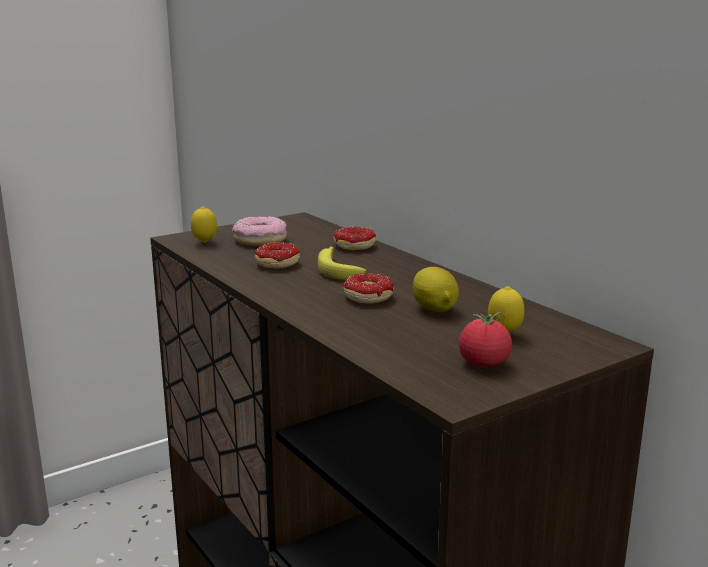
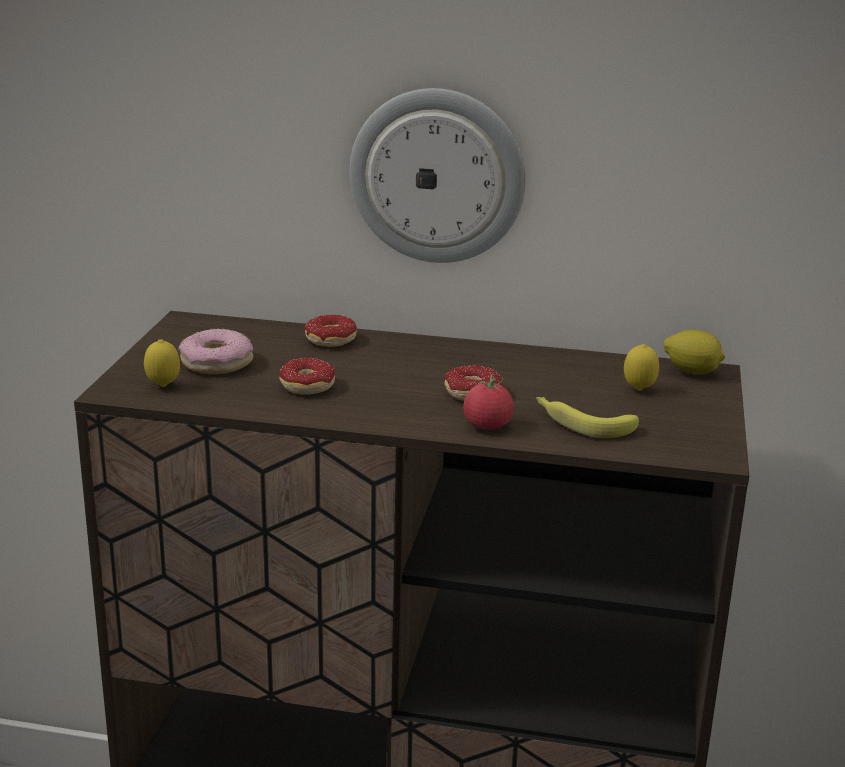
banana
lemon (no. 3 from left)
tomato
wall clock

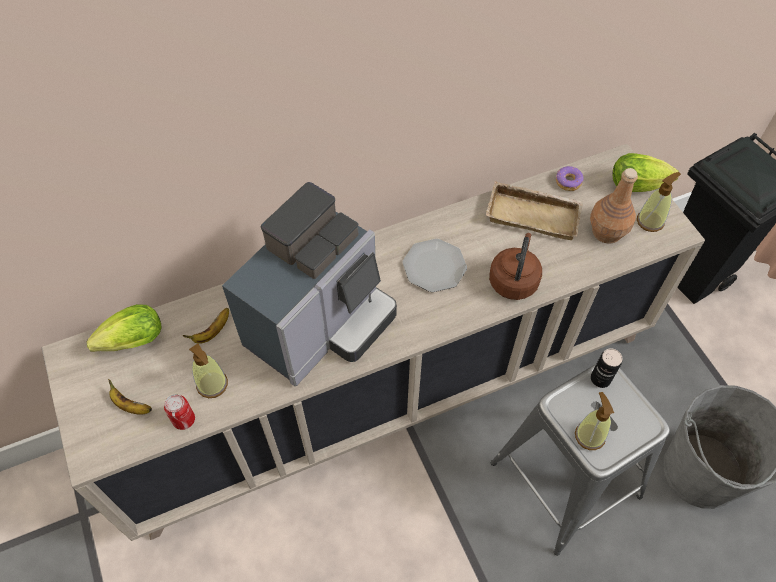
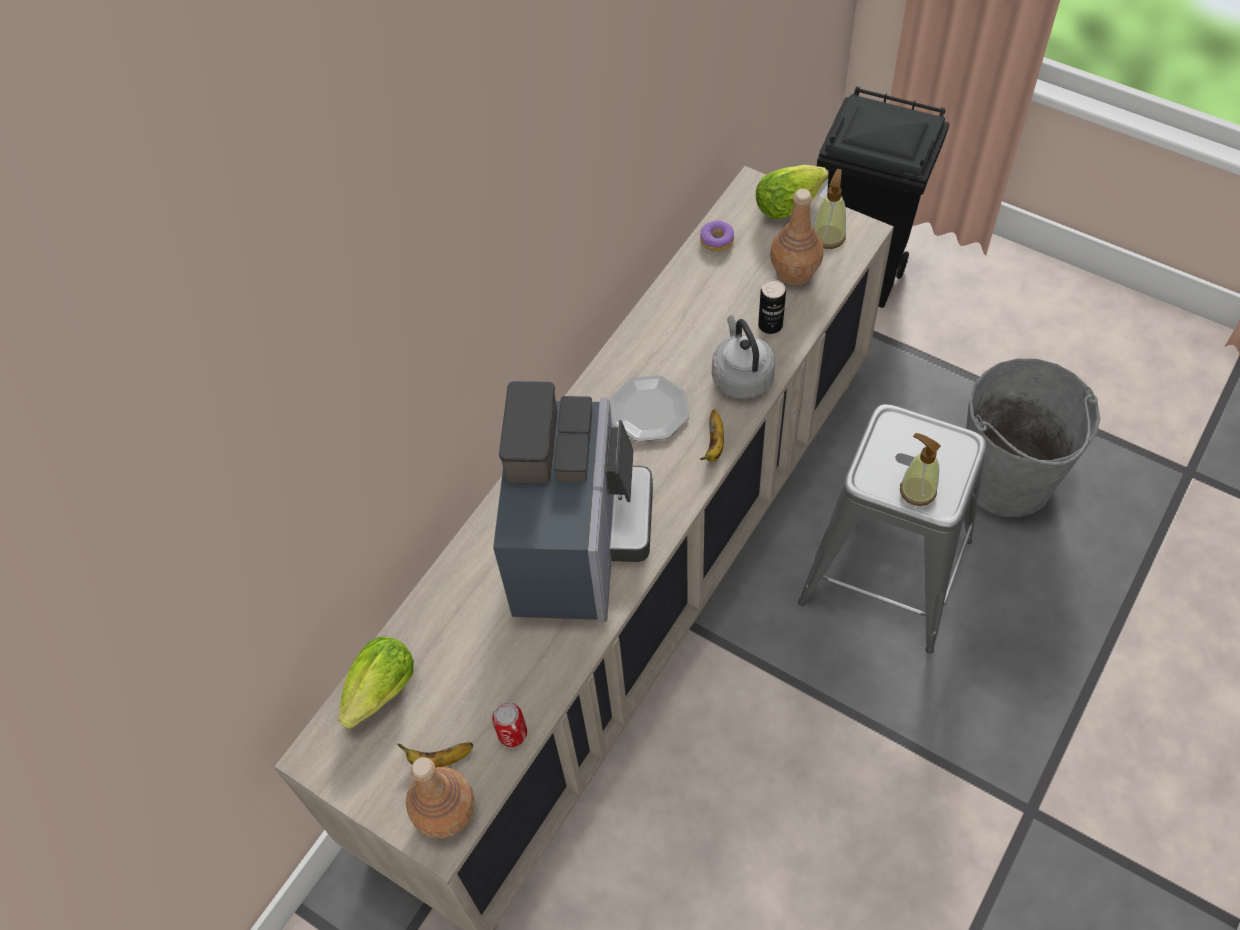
banana (no. 2 from left)
soap dispenser (no. 1 from left in the first image)
beige tray
grey kettle
can (no. 2 from left)
brown bottle (no. 1 from left)

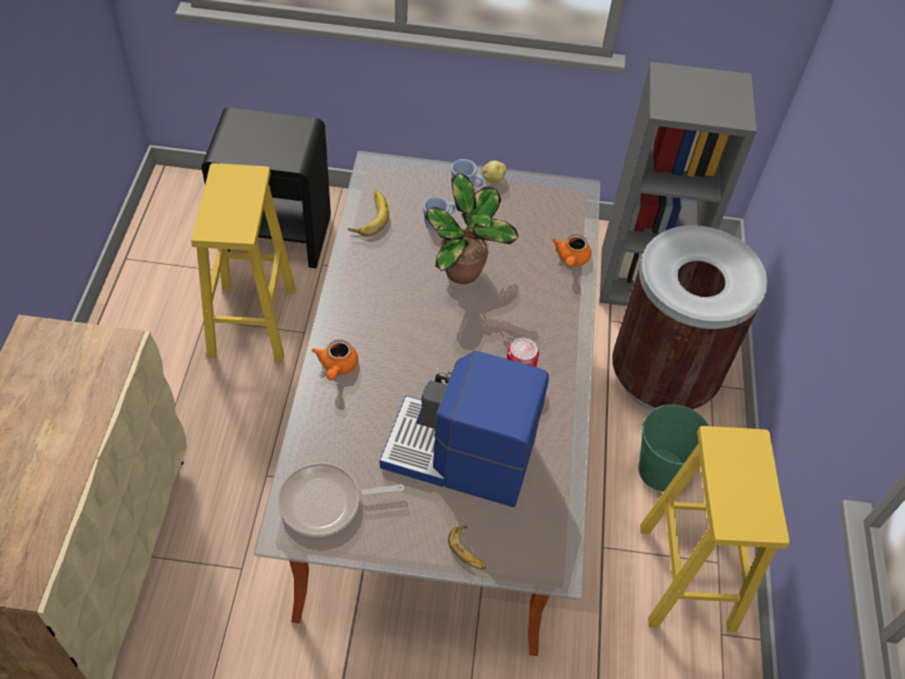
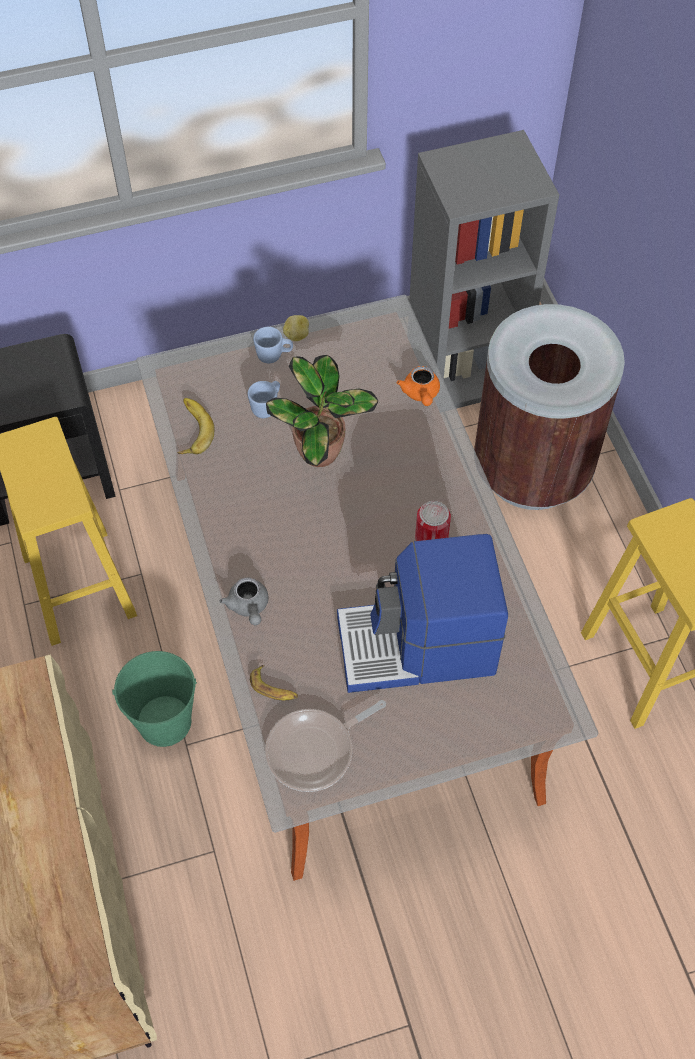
grey teapot
banana (no. 2 from left)
green bucket

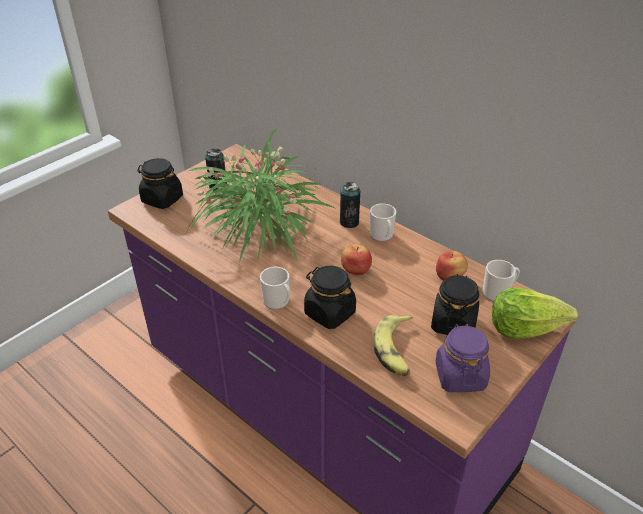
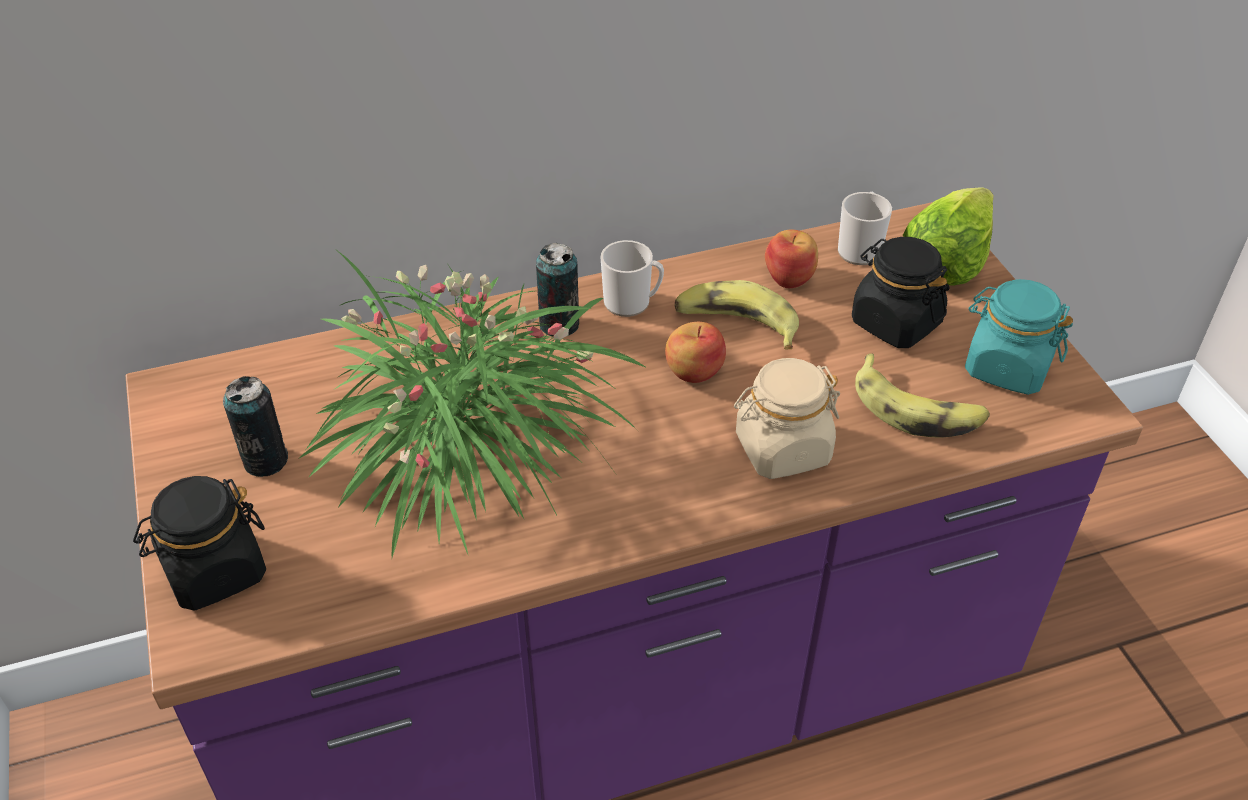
mug (no. 1 from left in the first image)
beige jar
turquoise jar
banana (no. 1 from left)

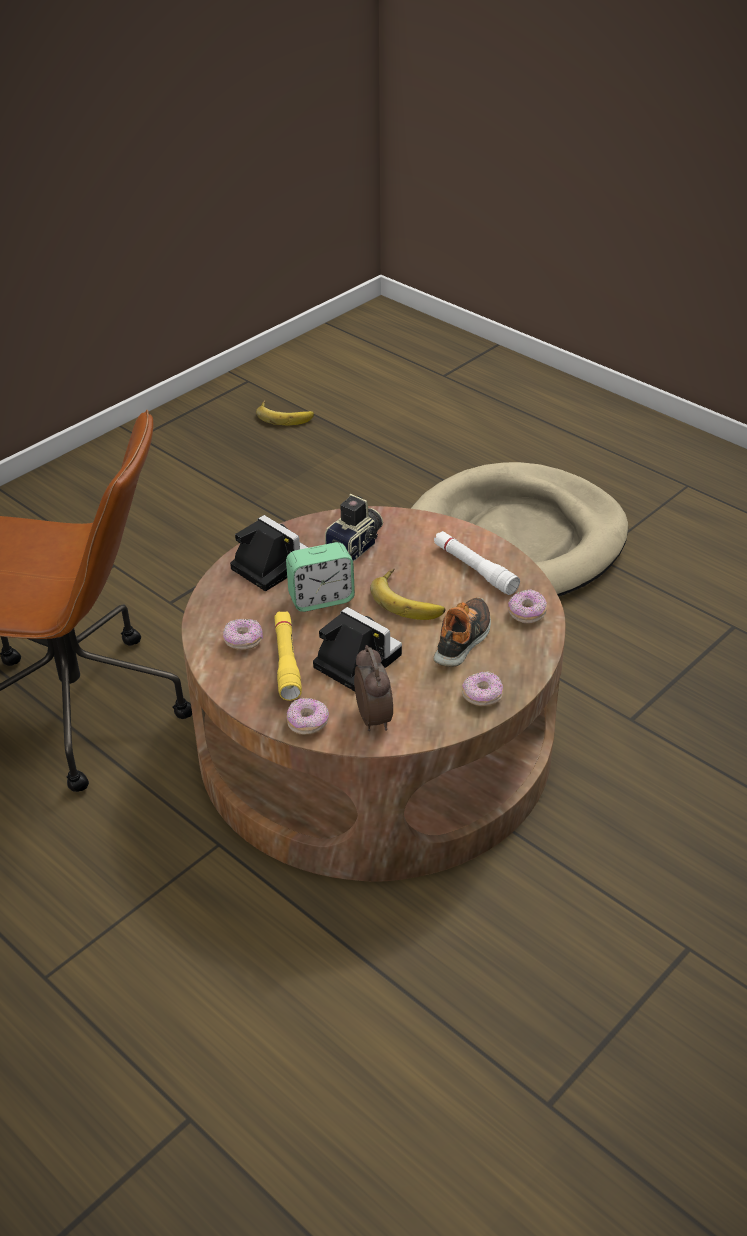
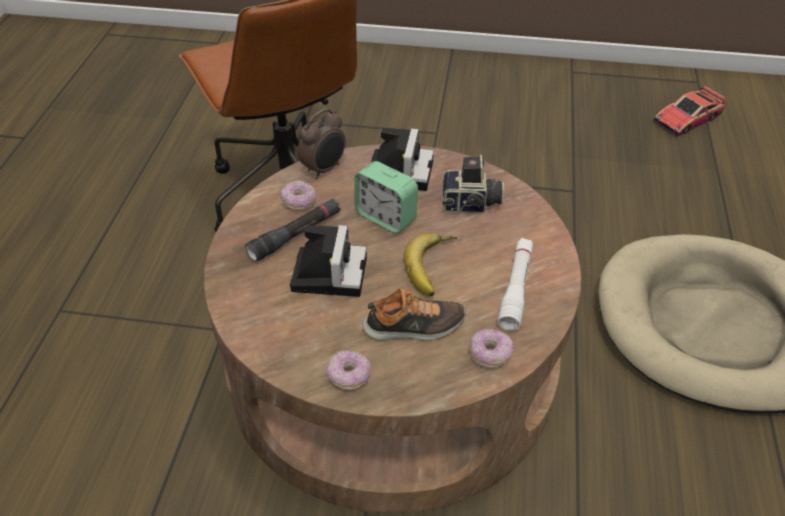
toy car
black flashlight
donut (no. 2 from left in the first image)
alarm clock (no. 1 from left)

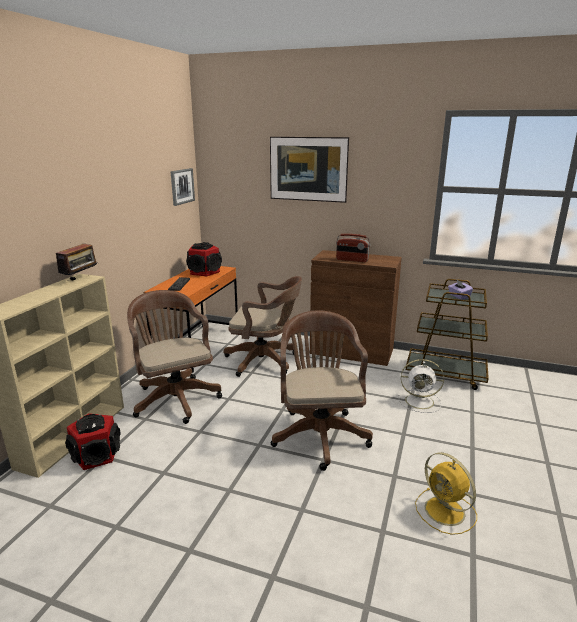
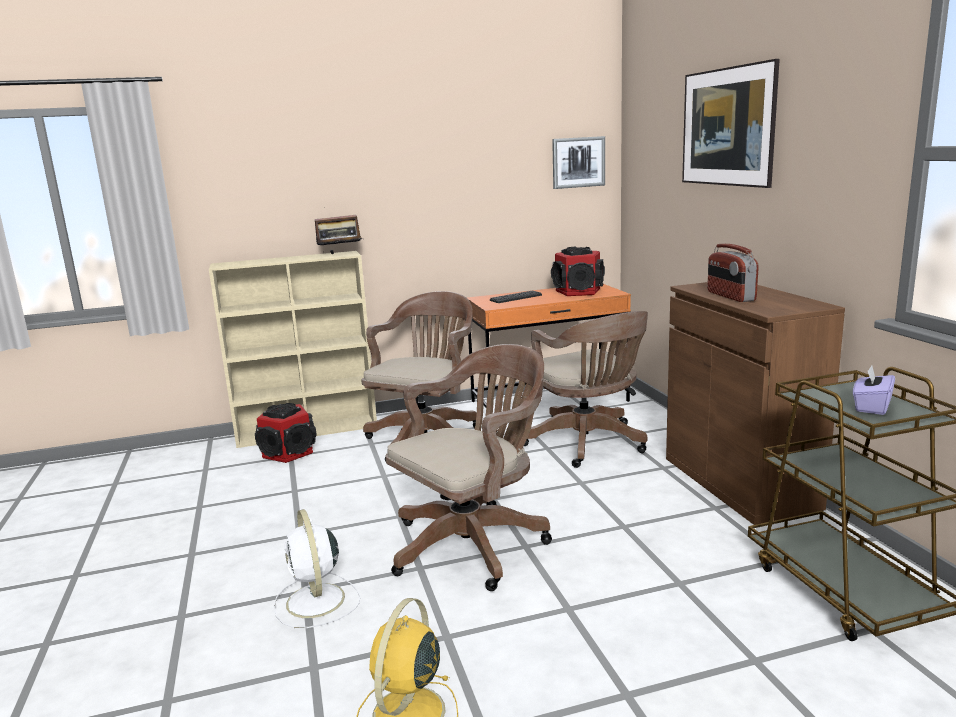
white fan

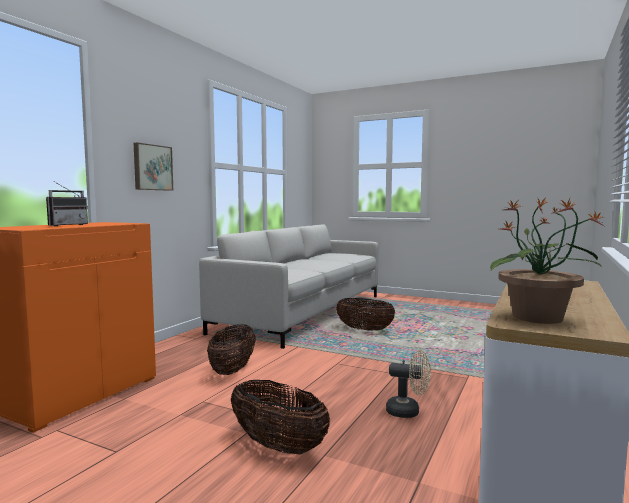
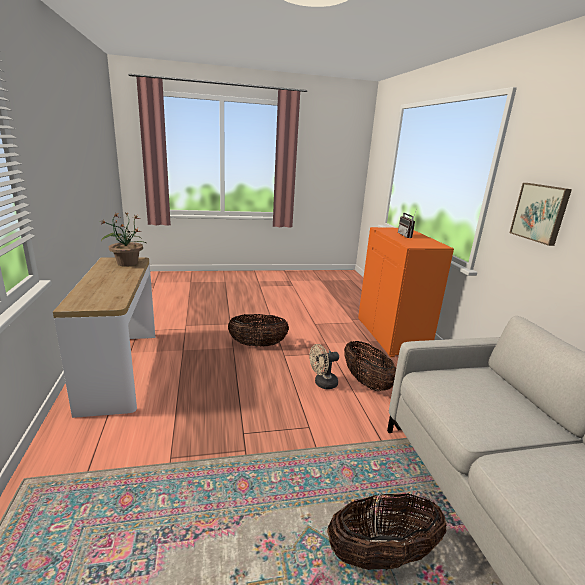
beige fan

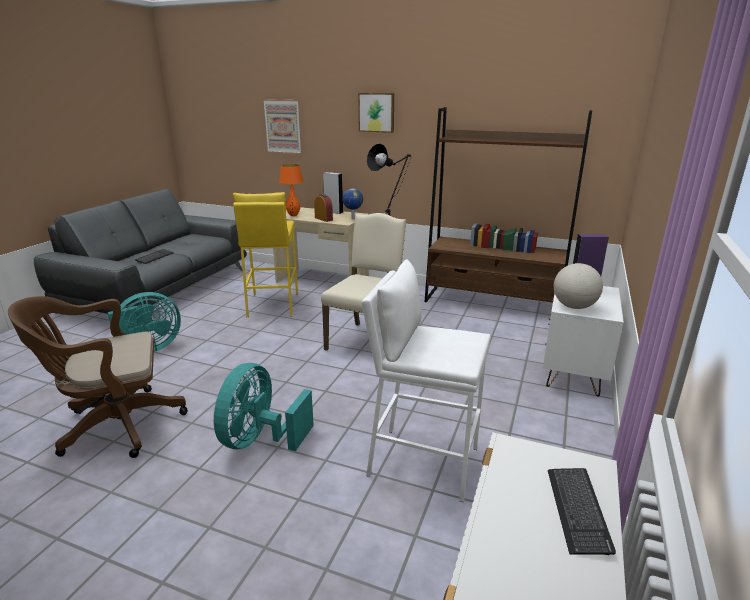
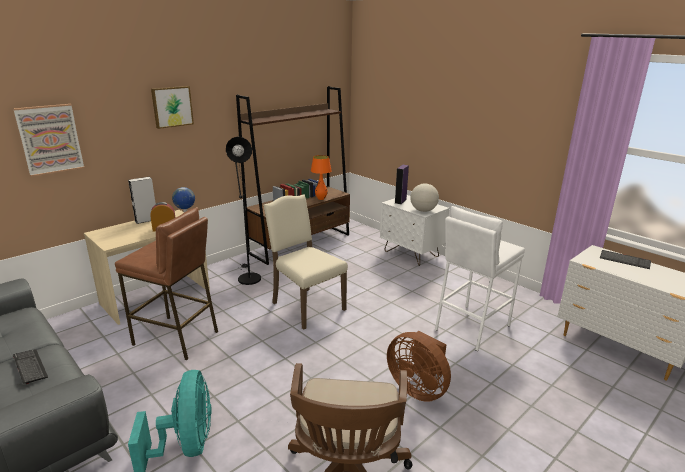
brown fan
brown stool
orange table lamp

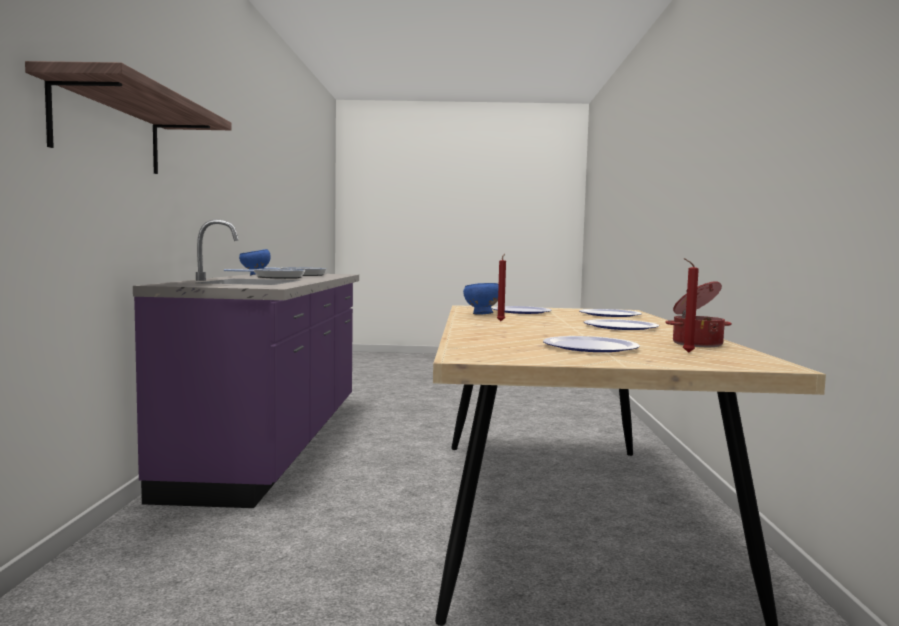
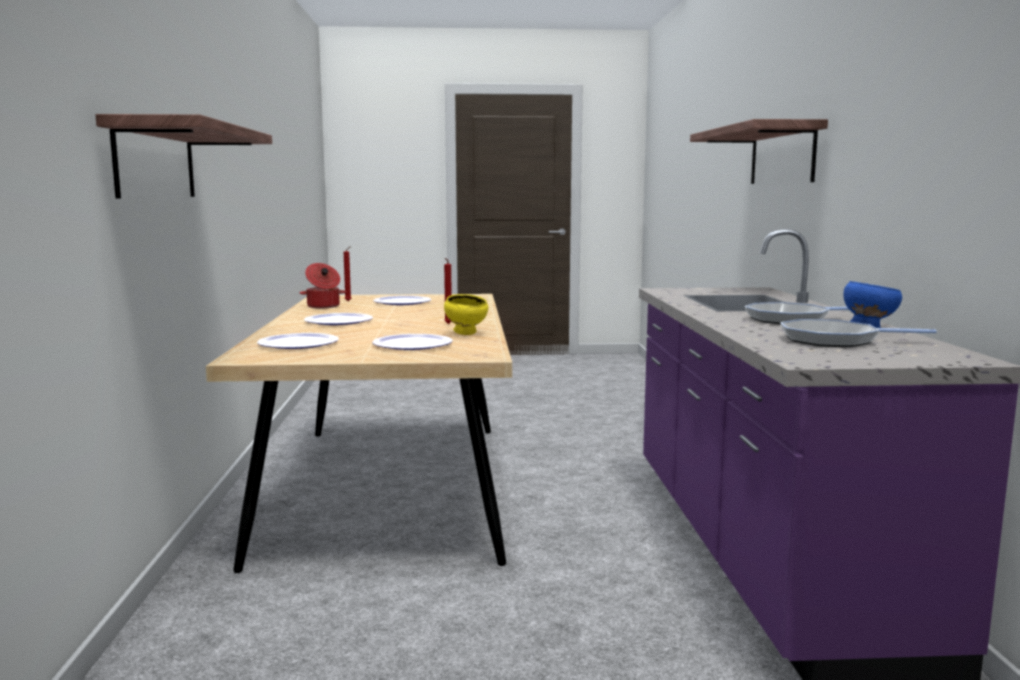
yellow bowl
shelf (no. 1 from left)

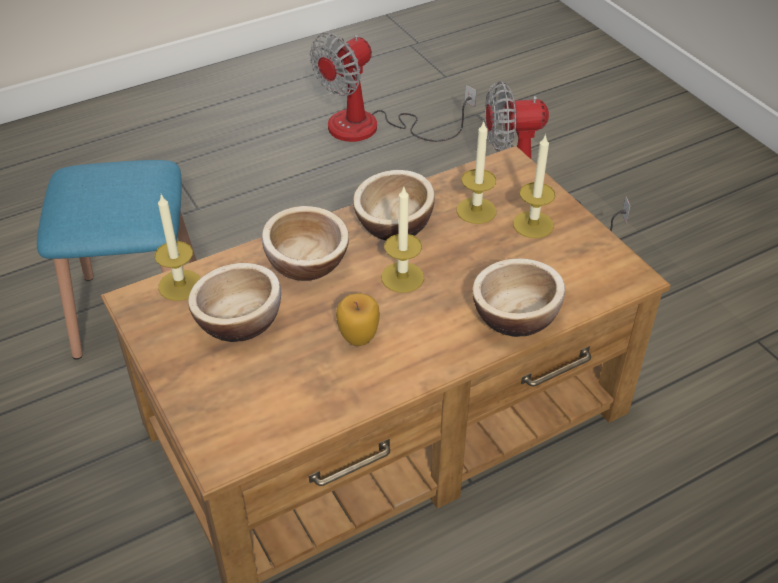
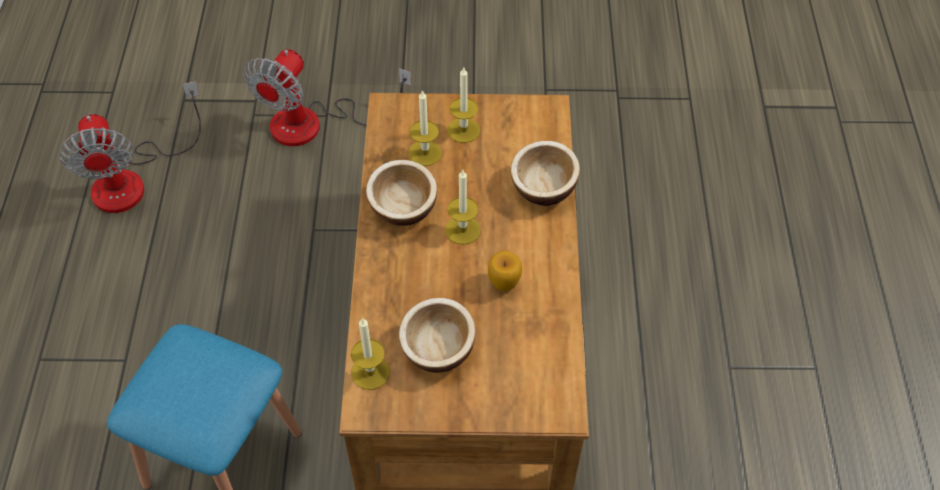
bowl (no. 2 from left in the first image)

